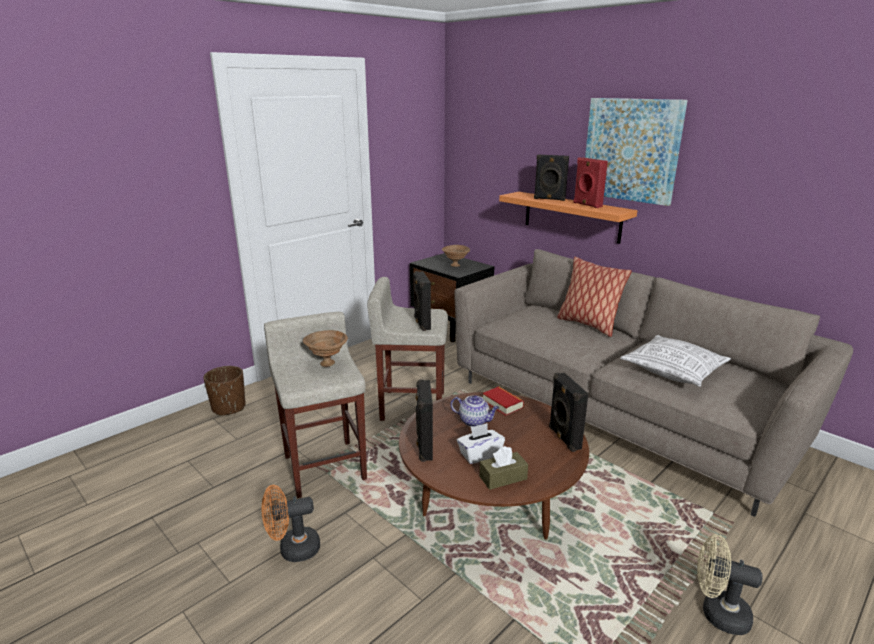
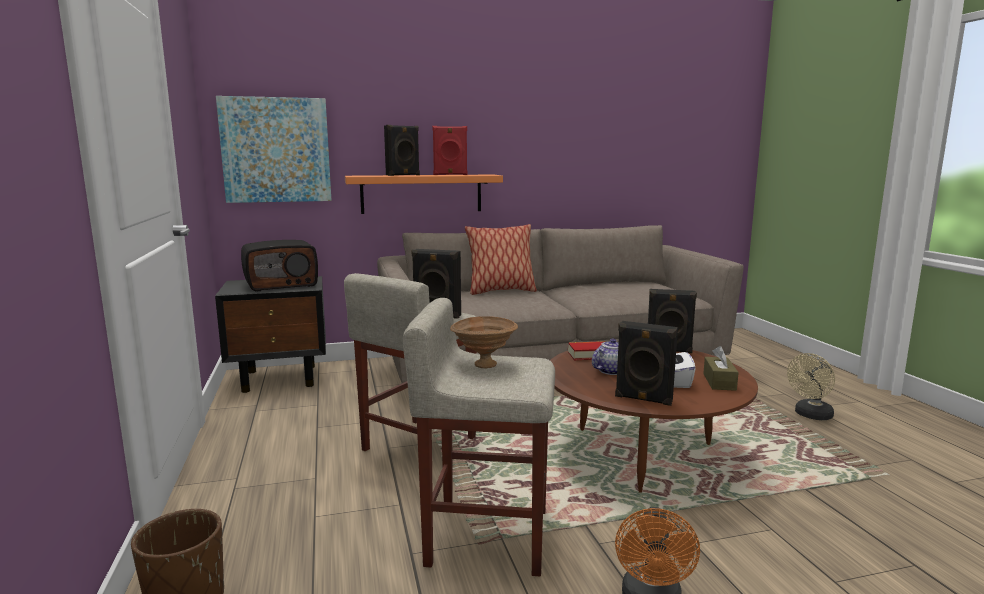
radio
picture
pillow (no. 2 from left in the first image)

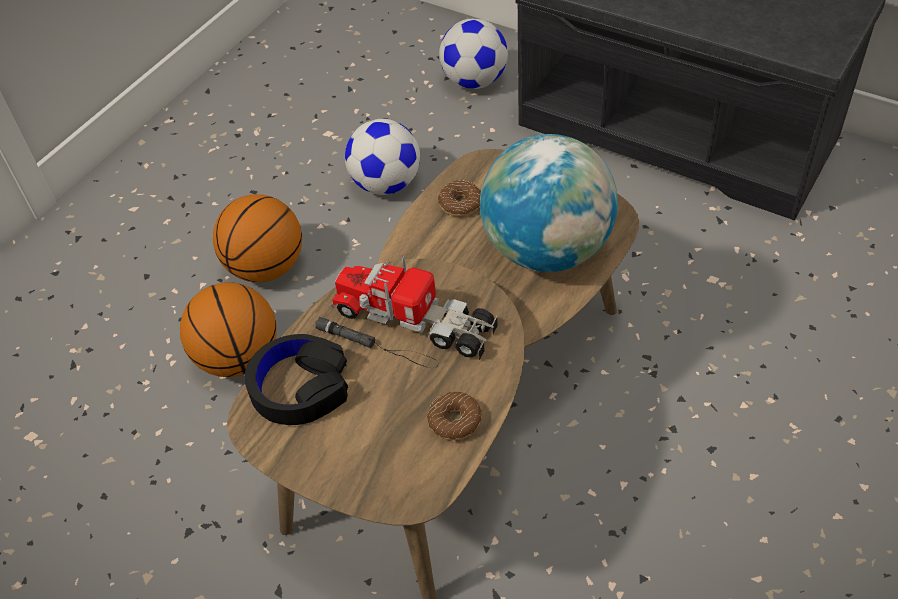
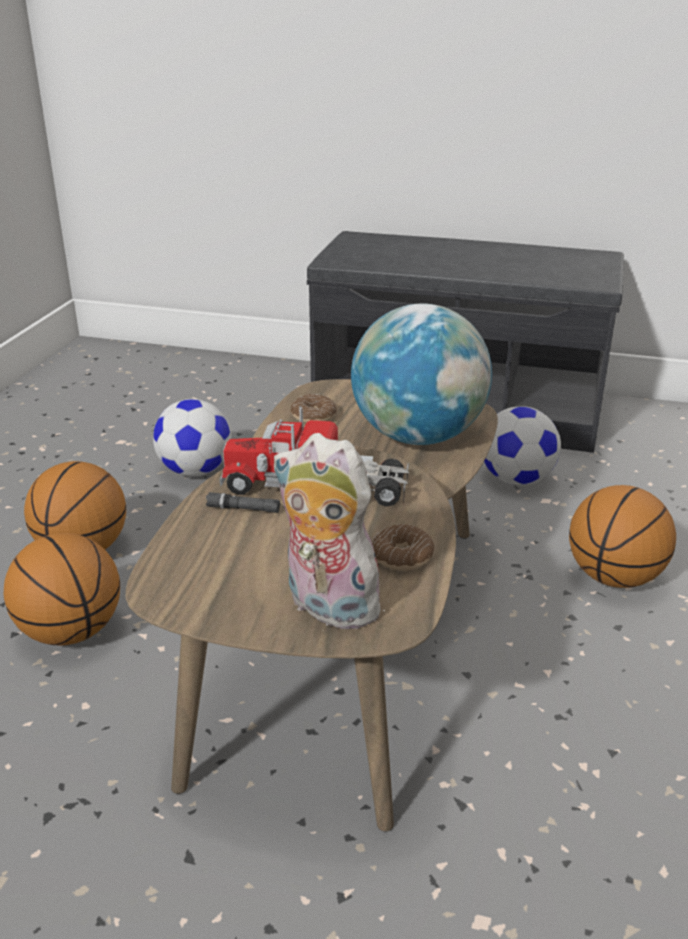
black headphones
football (no. 2 from left)
plush toy
basketball (no. 3 from left)

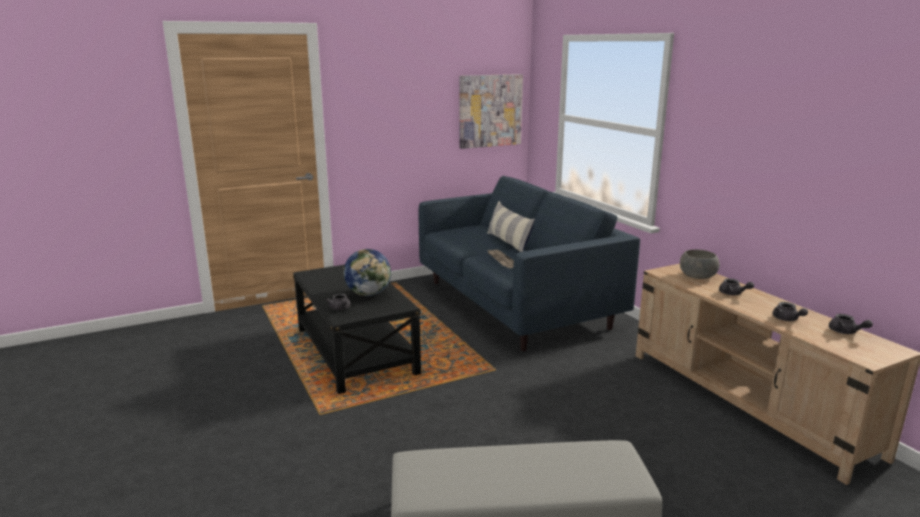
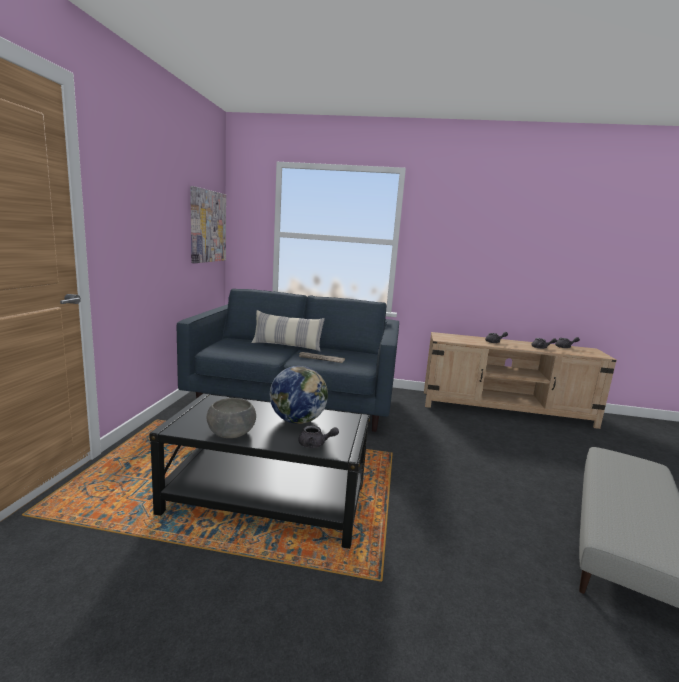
grey bowl

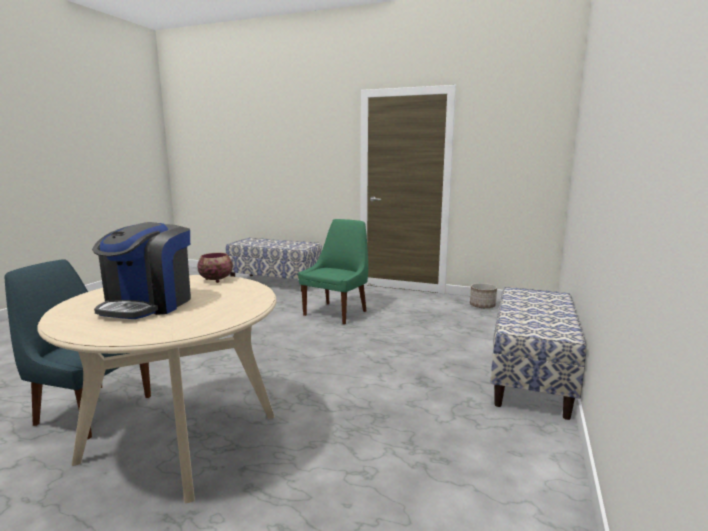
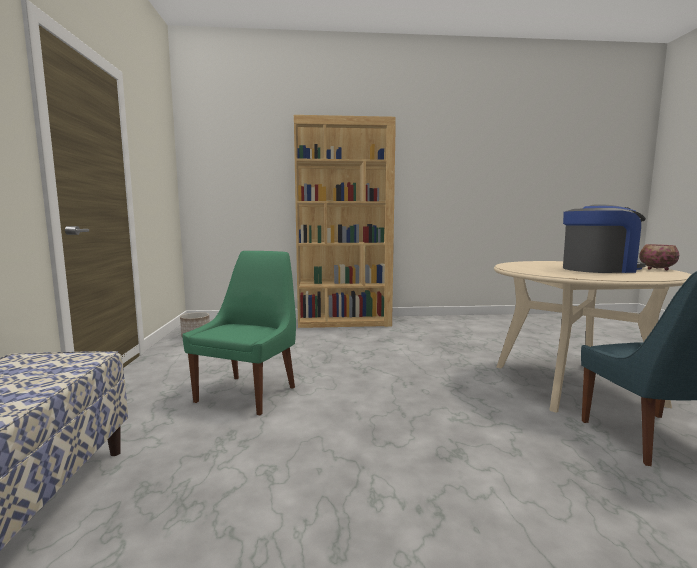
bowl
green chair
brown bookcase

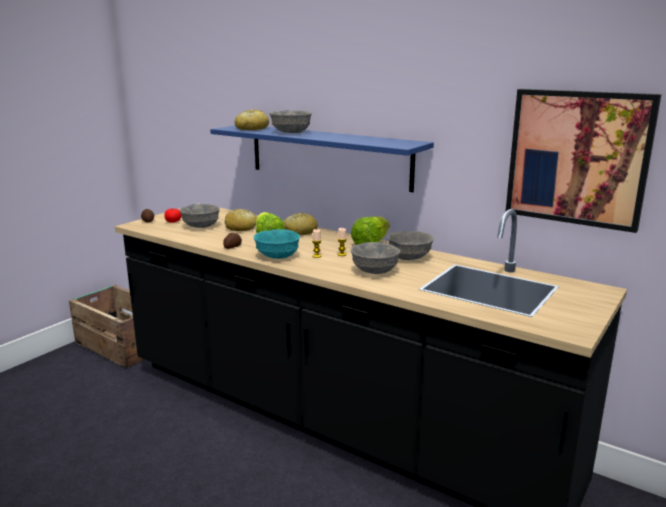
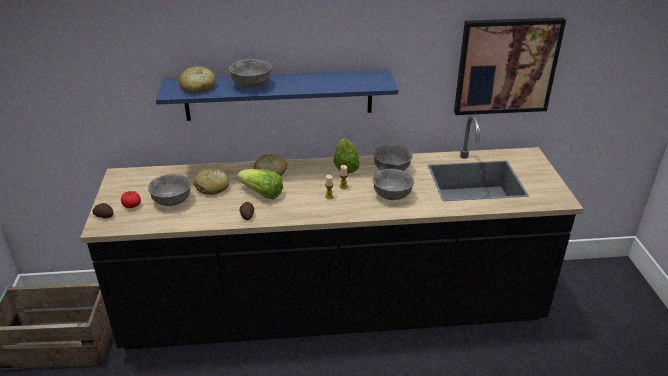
turquoise bowl

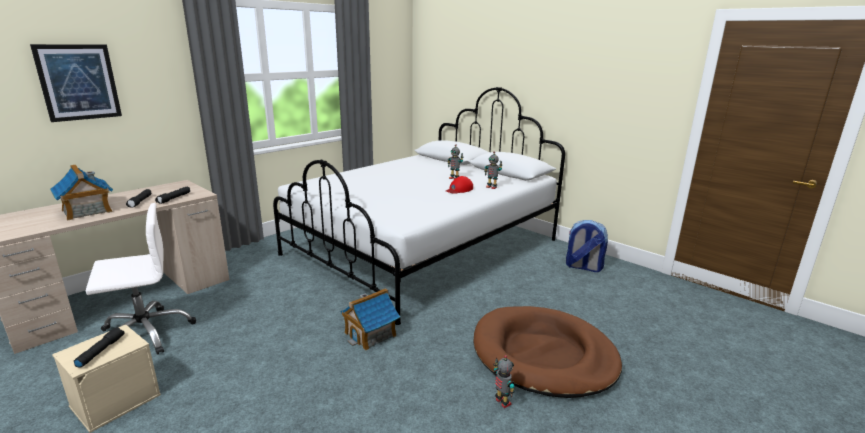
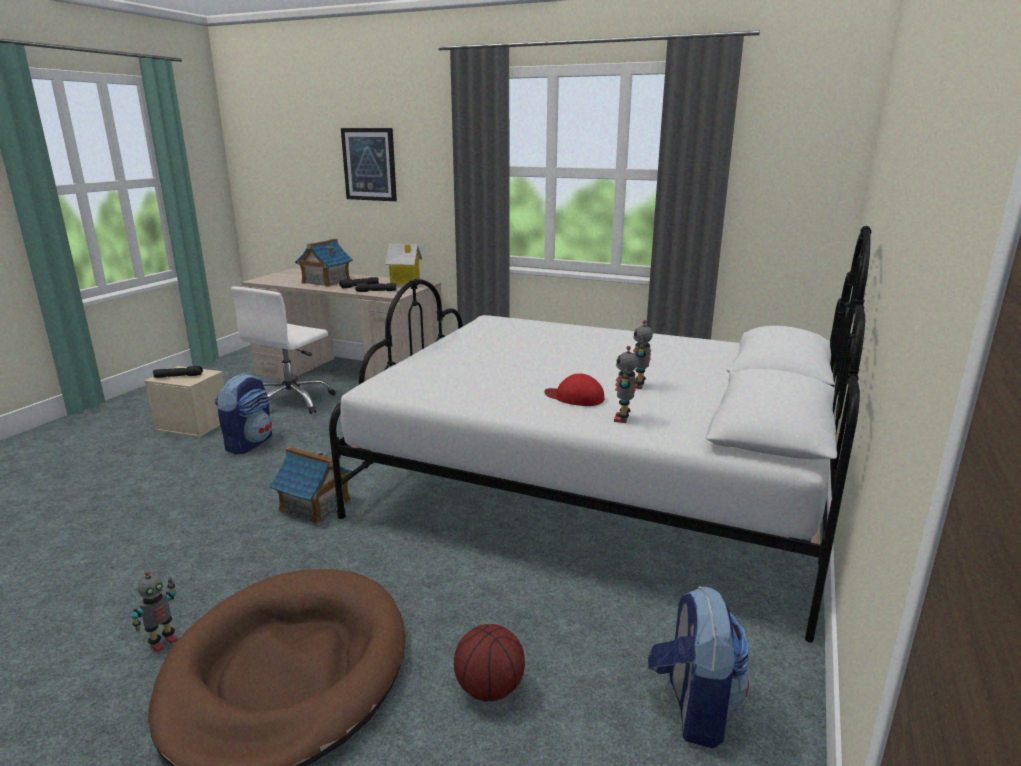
white office chair
backpack (no. 1 from left)
toy house (no. 3 from left)
basketball

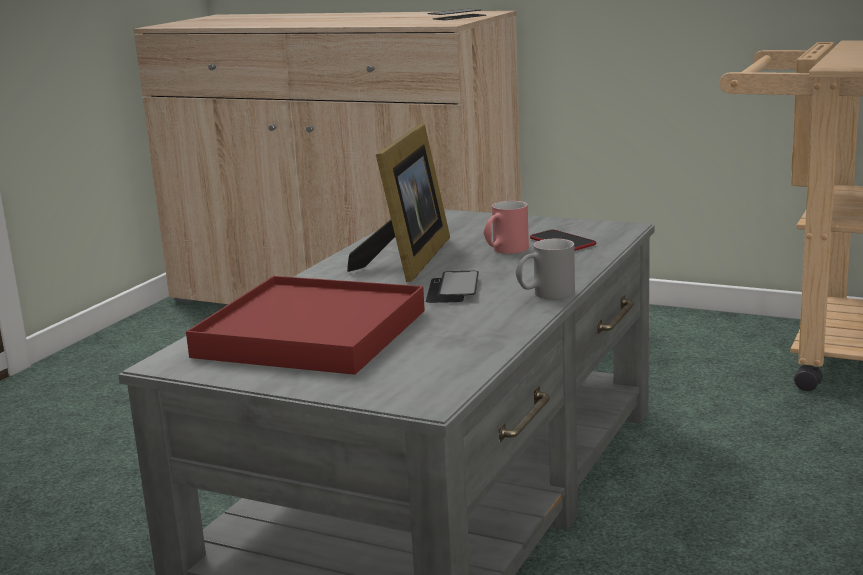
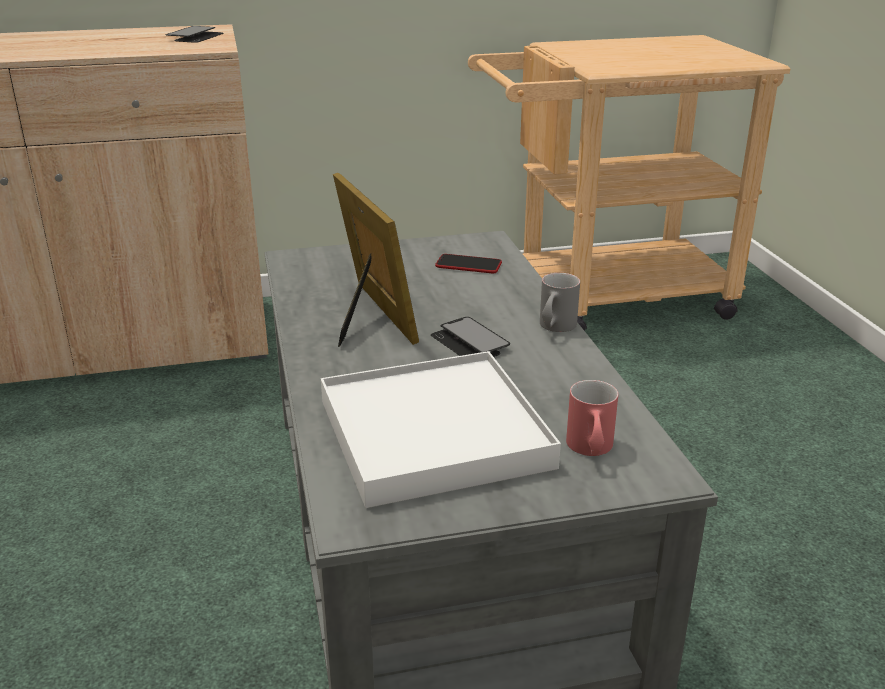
white tray
red mug

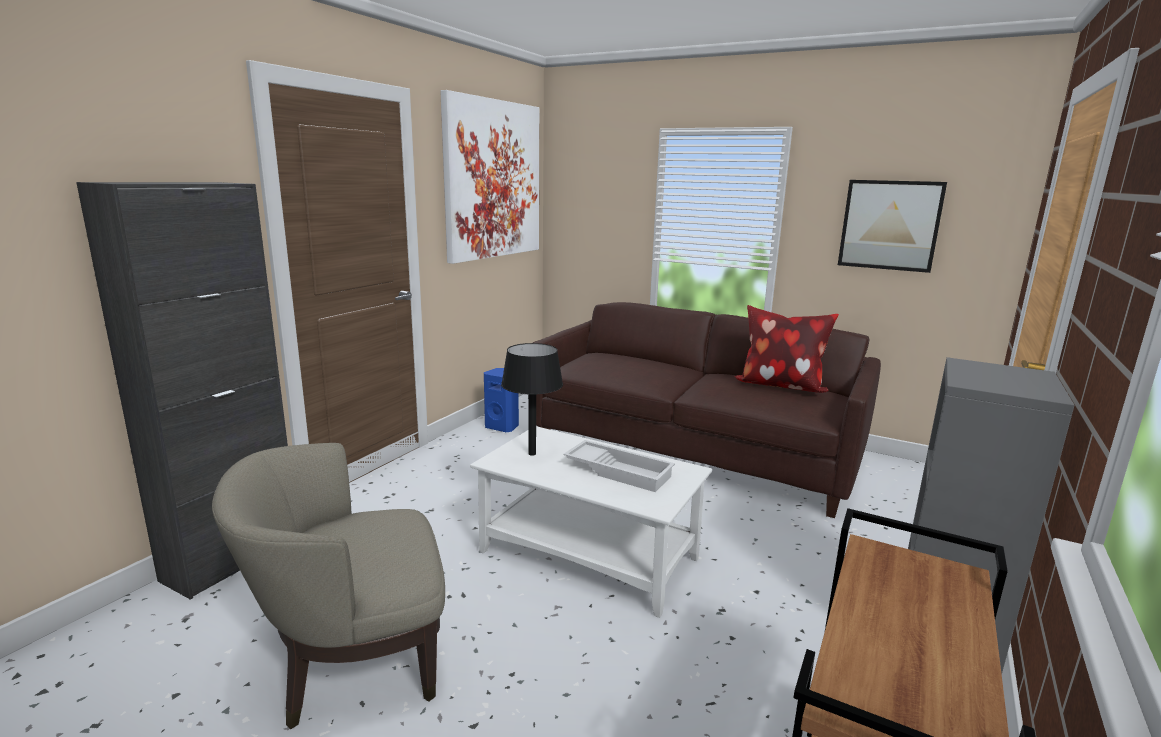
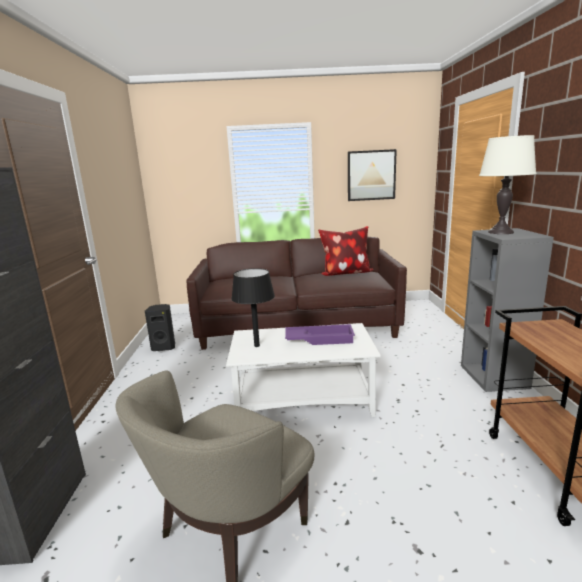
picture (no. 1 from left in the first image)
black speaker
purple tray
white table lamp

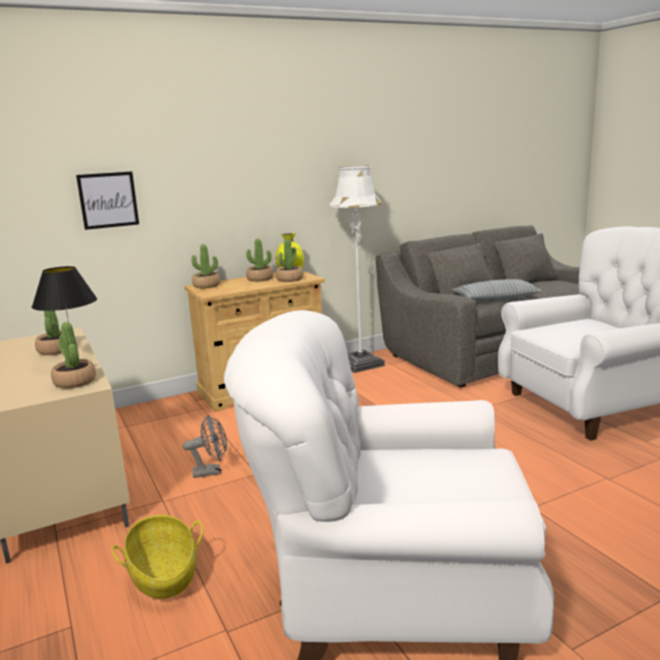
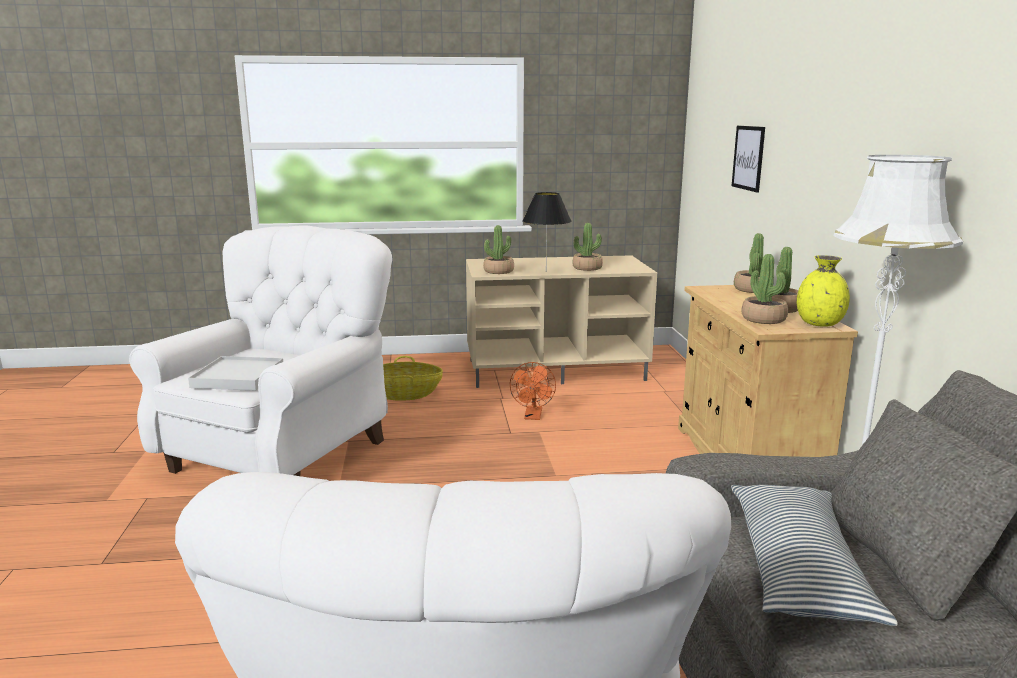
orange fan
white tray

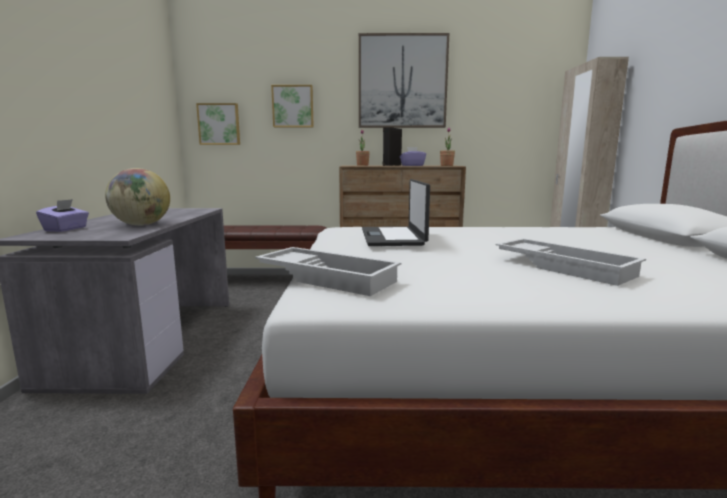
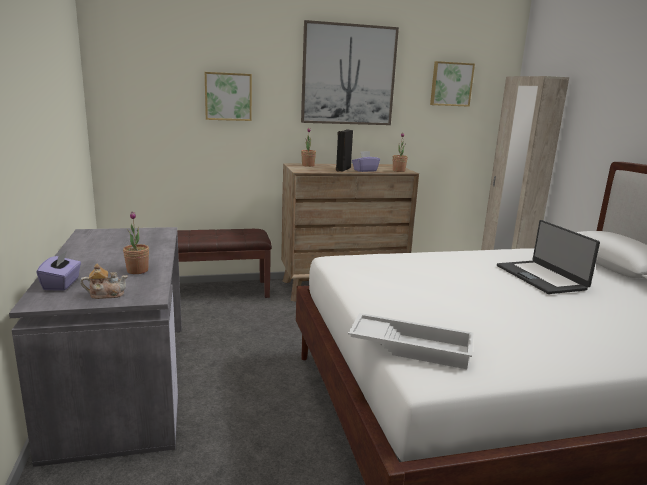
potted plant (no. 1 from left)
picture (no. 3 from left)
laptop
white tray (no. 2 from left in the first image)
teapot

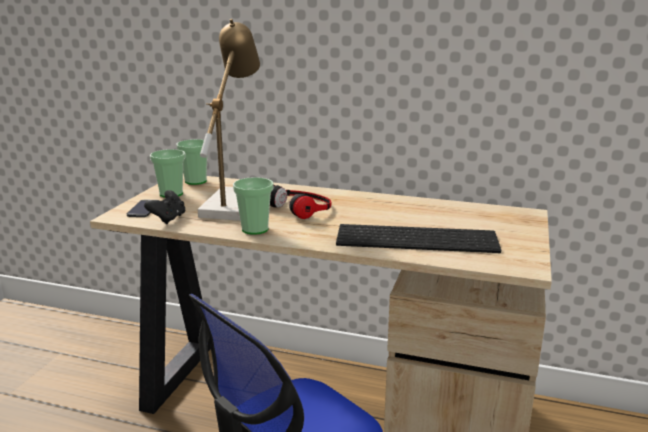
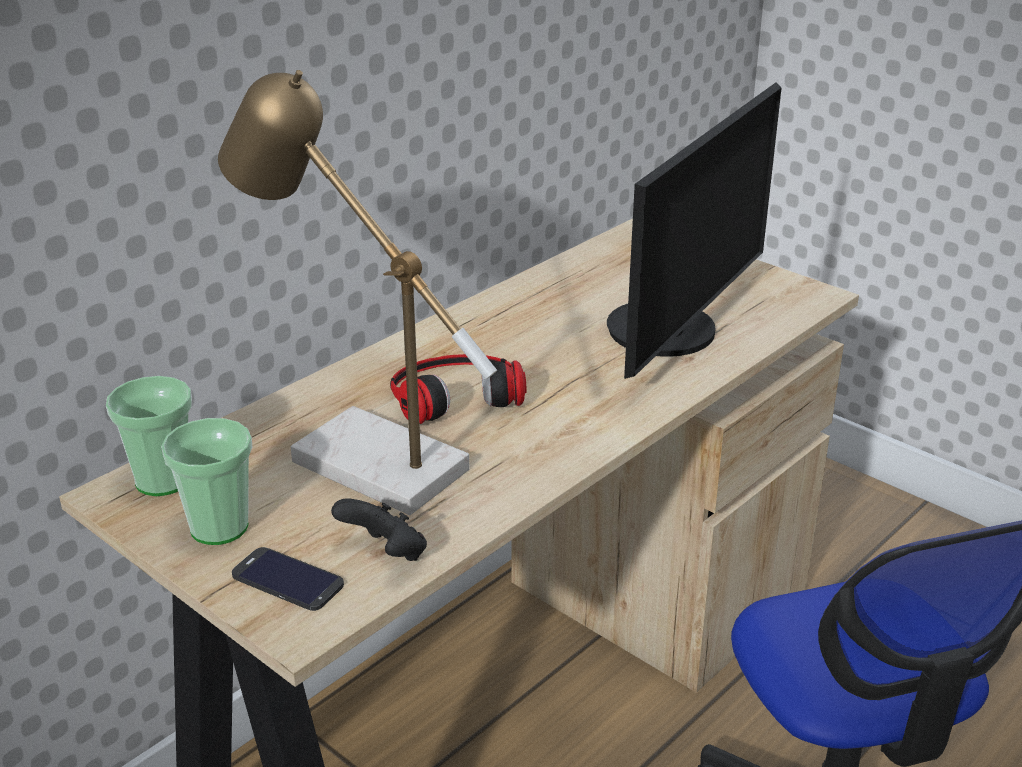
cup (no. 3 from left in the first image)
monitor

